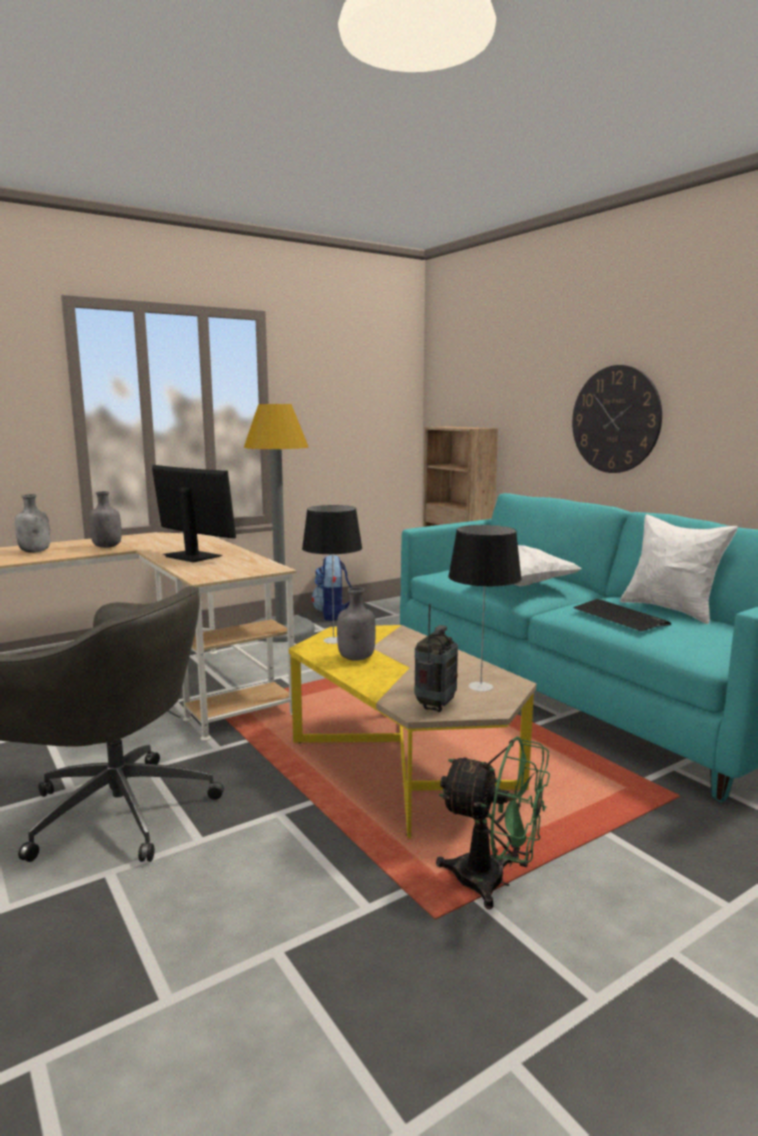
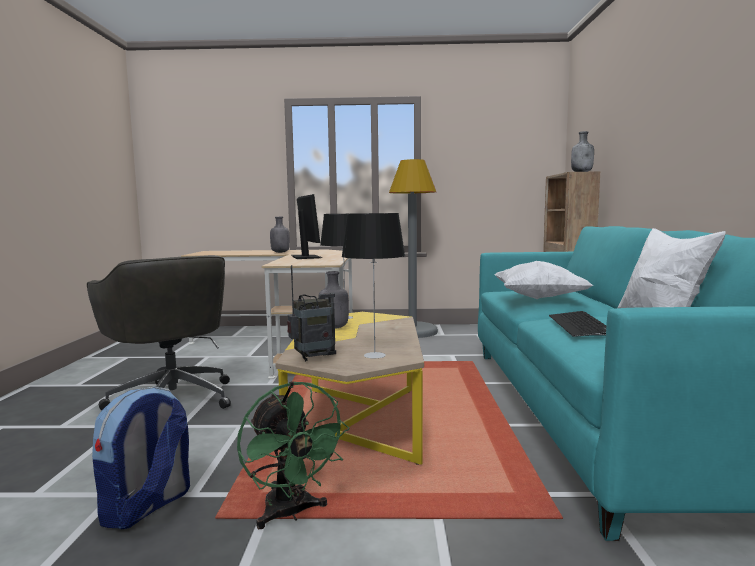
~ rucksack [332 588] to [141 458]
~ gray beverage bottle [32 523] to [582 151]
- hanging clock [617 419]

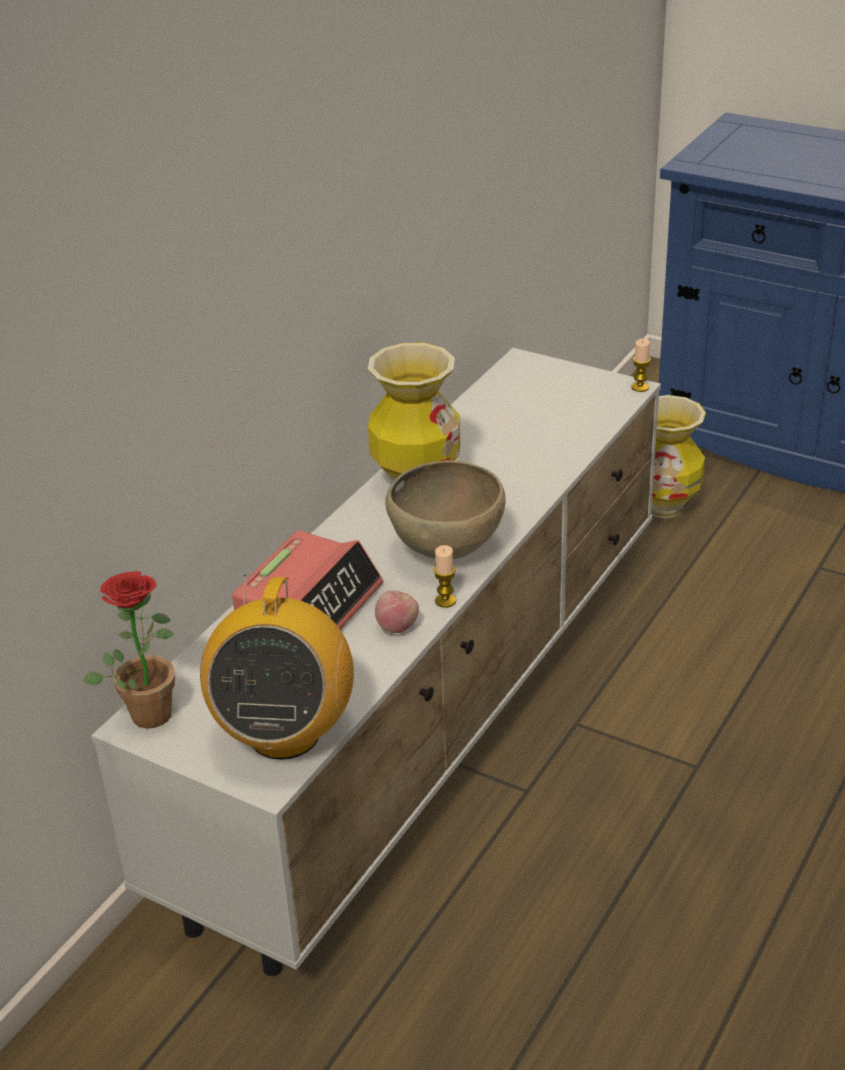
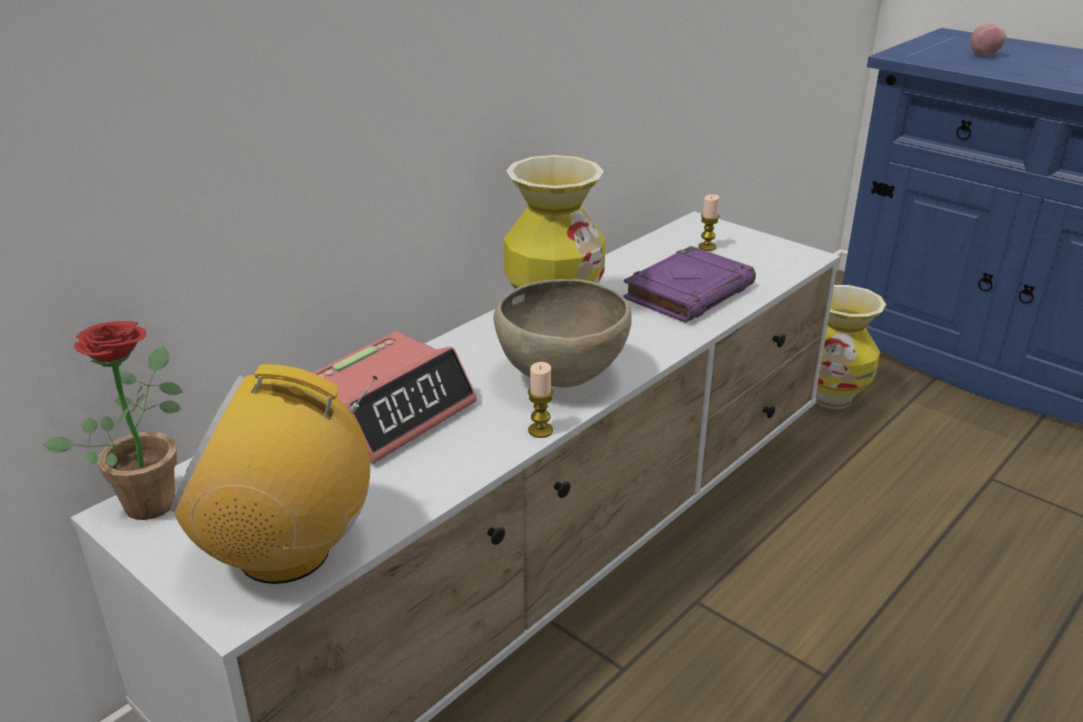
~ radio receiver [277 667] = [274 474] 75 degrees clockwise
+ purplish bound book [689 284]
~ wax candle [641 365] to [708 222]
~ apple fruit [397 611] to [988 39]

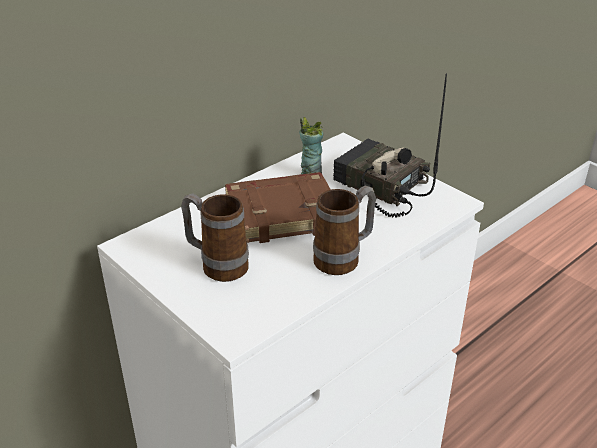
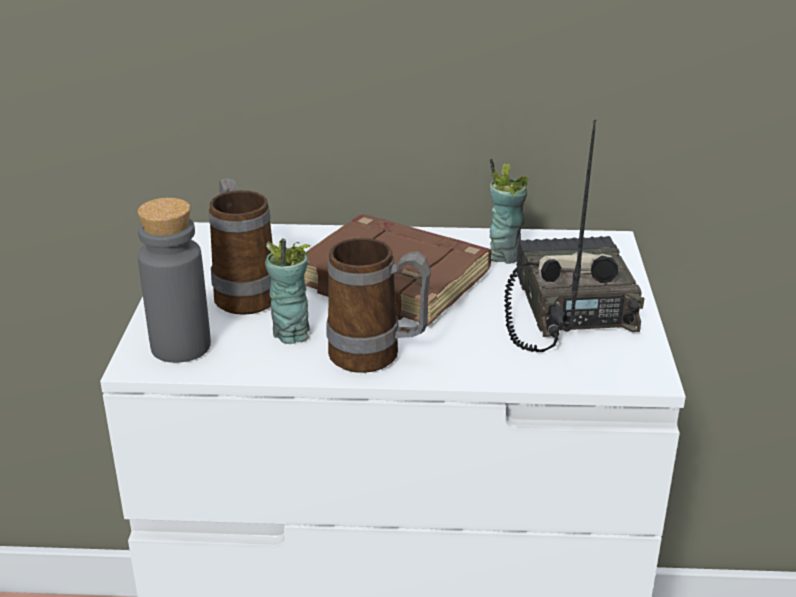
+ gray beverage bottle [174 280]
+ cup [287 291]

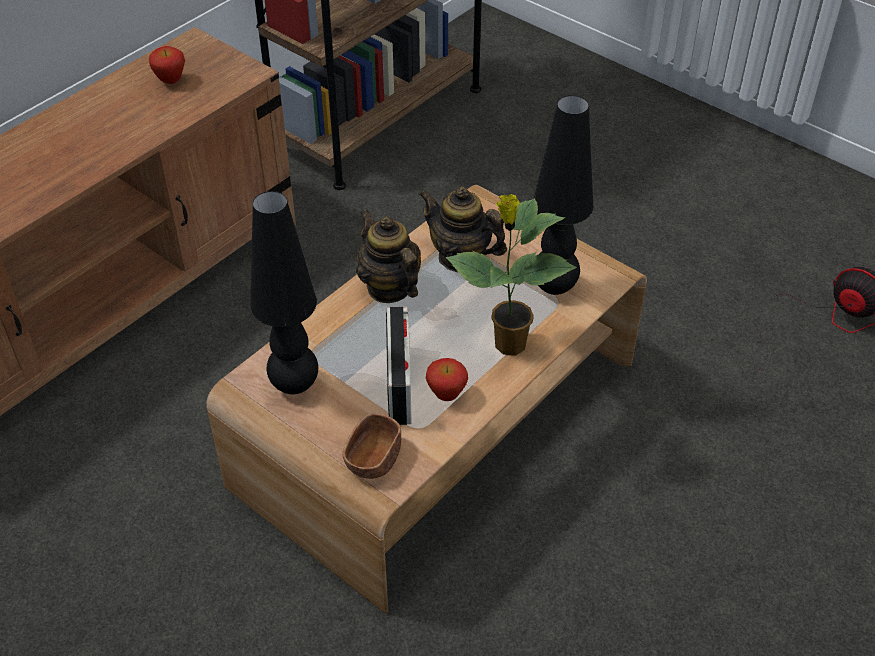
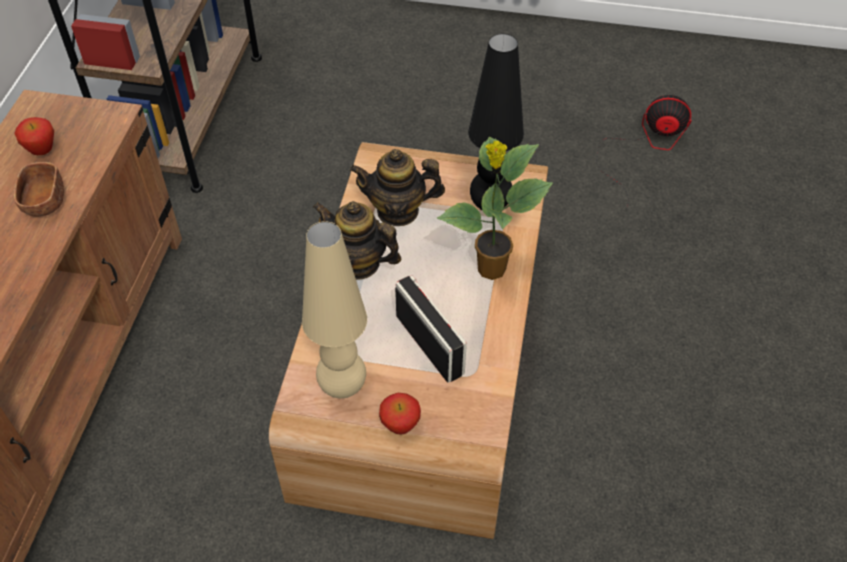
~ brown deep dish [372 446] to [39 189]
~ blackish lamp for a table [284 292] to sand-coloured lamp for a table [334 309]
~ apple fruit [447 379] to [400 414]

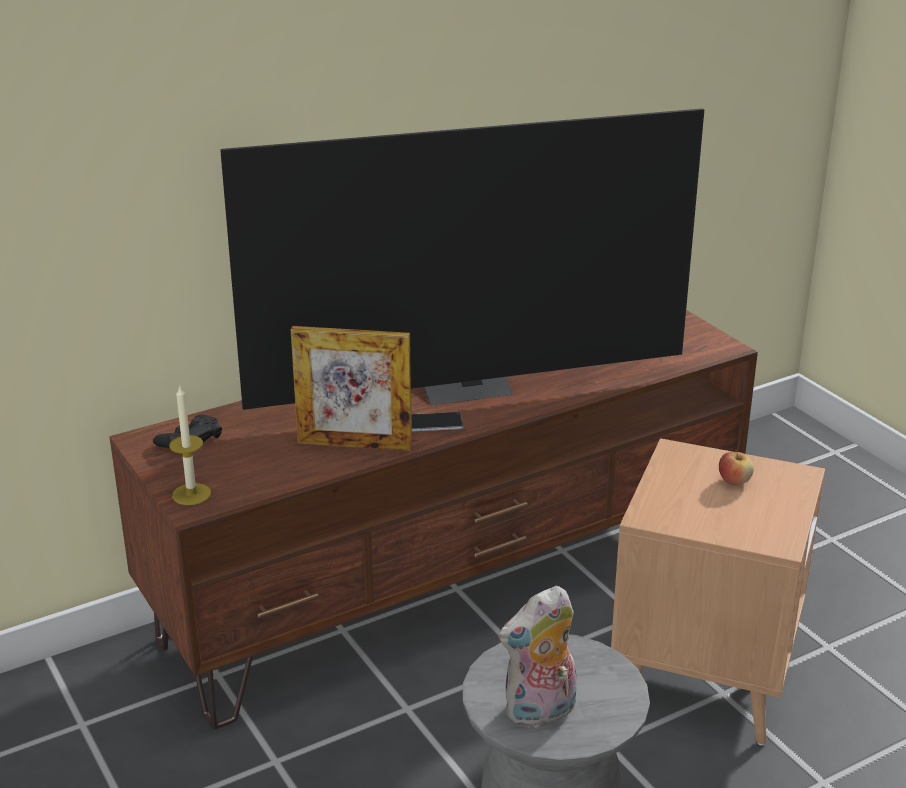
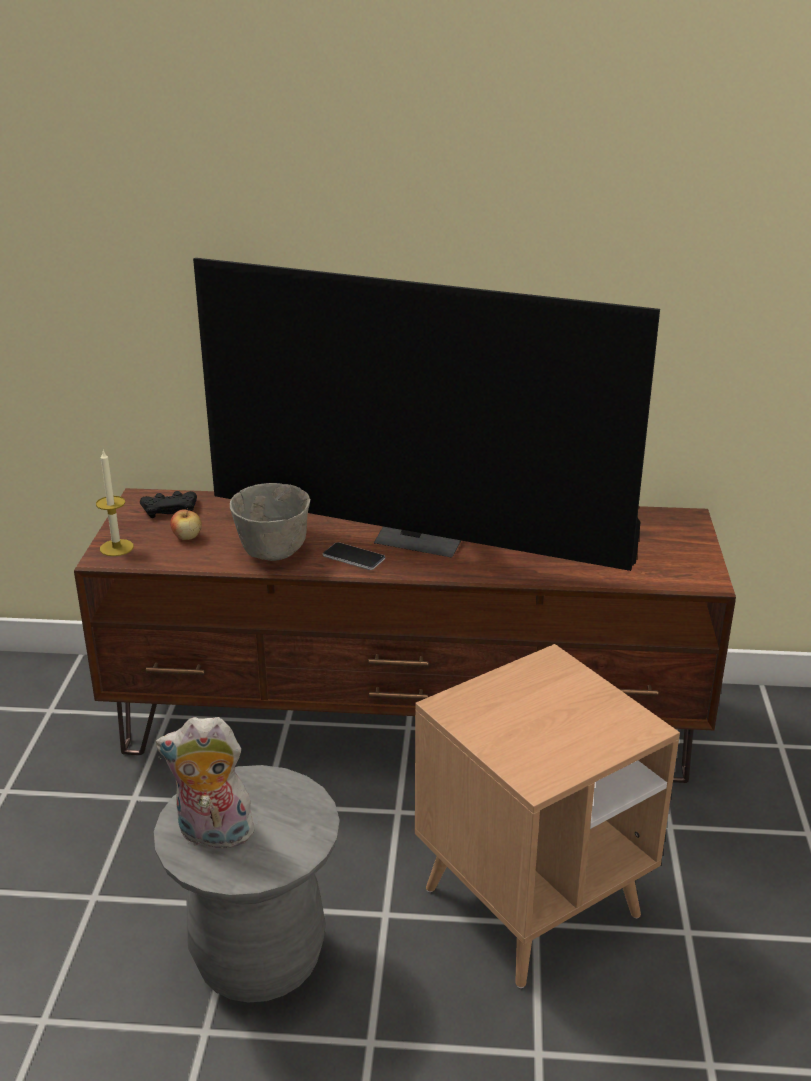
~ apple fruit [736 468] to [186 524]
~ picture frame [351 388] to gray deep dish [270 522]

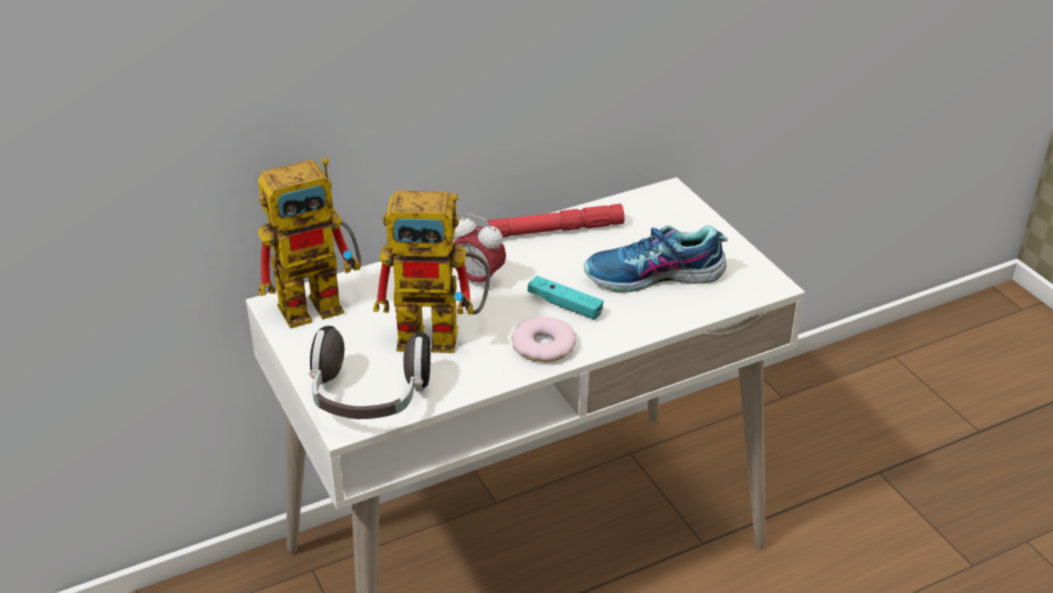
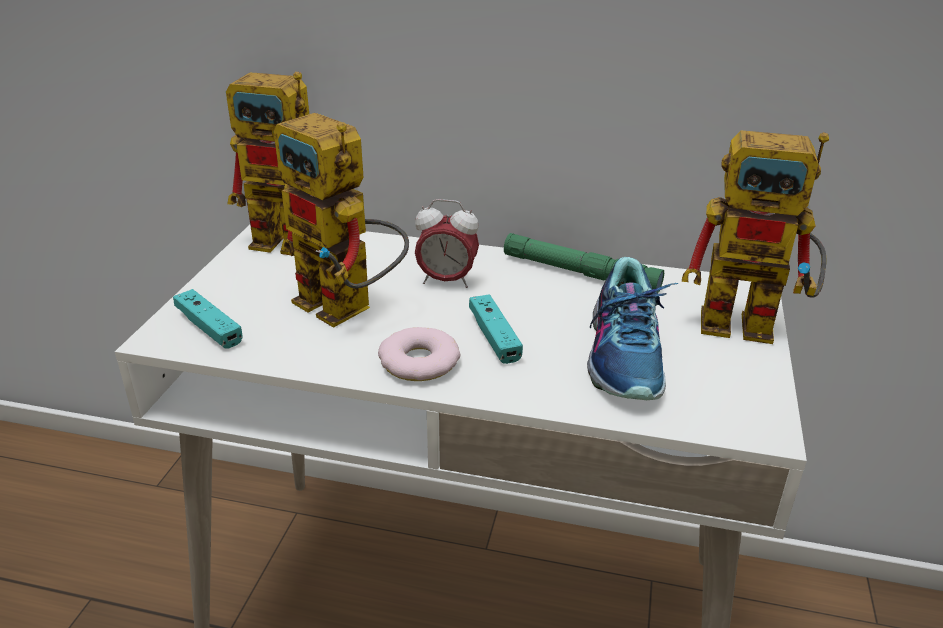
~ pair of headphones [370 372] to turquoise-coloured joypad [208 319]
~ alarm clock [479 252] = [447 243] 60 degrees counterclockwise
~ red hand torch [556 221] to green-coloured hand torch [584 263]
~ low shoe [656 259] = [633 328] 120 degrees counterclockwise
+ model robot [755 237]

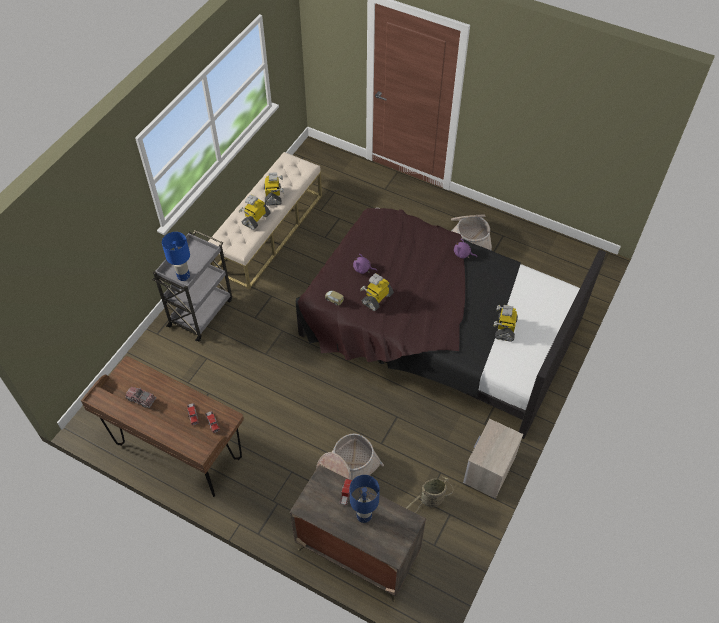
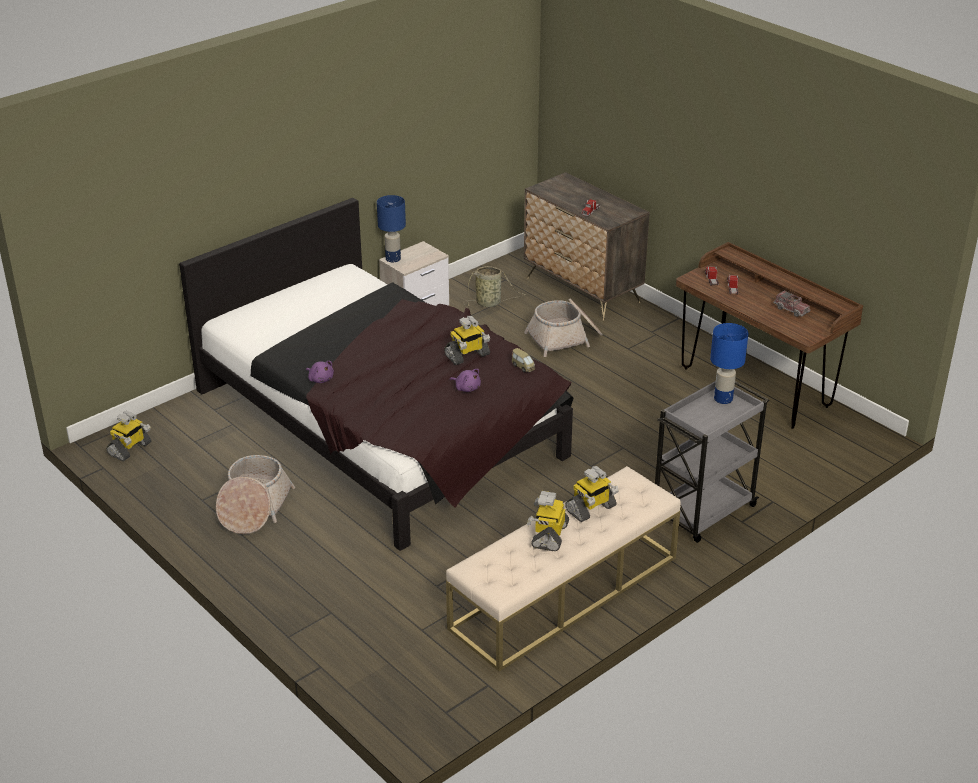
~ model robot [506 323] to [129 436]
~ blue-coloured lamp for a table [364 499] to [391 228]

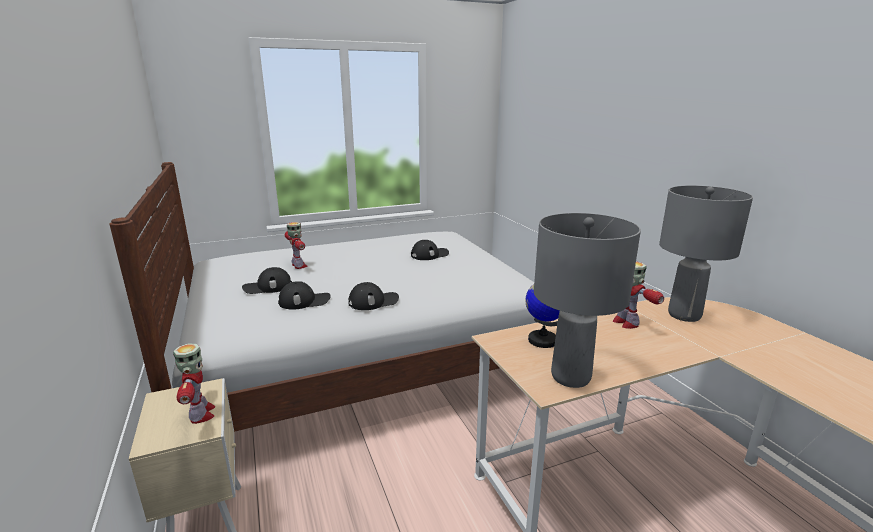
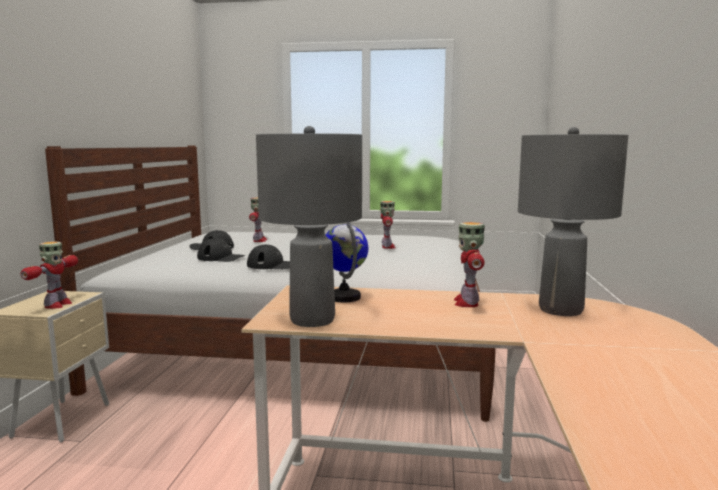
~ blackish baseball cap [430 250] to model robot [388 225]

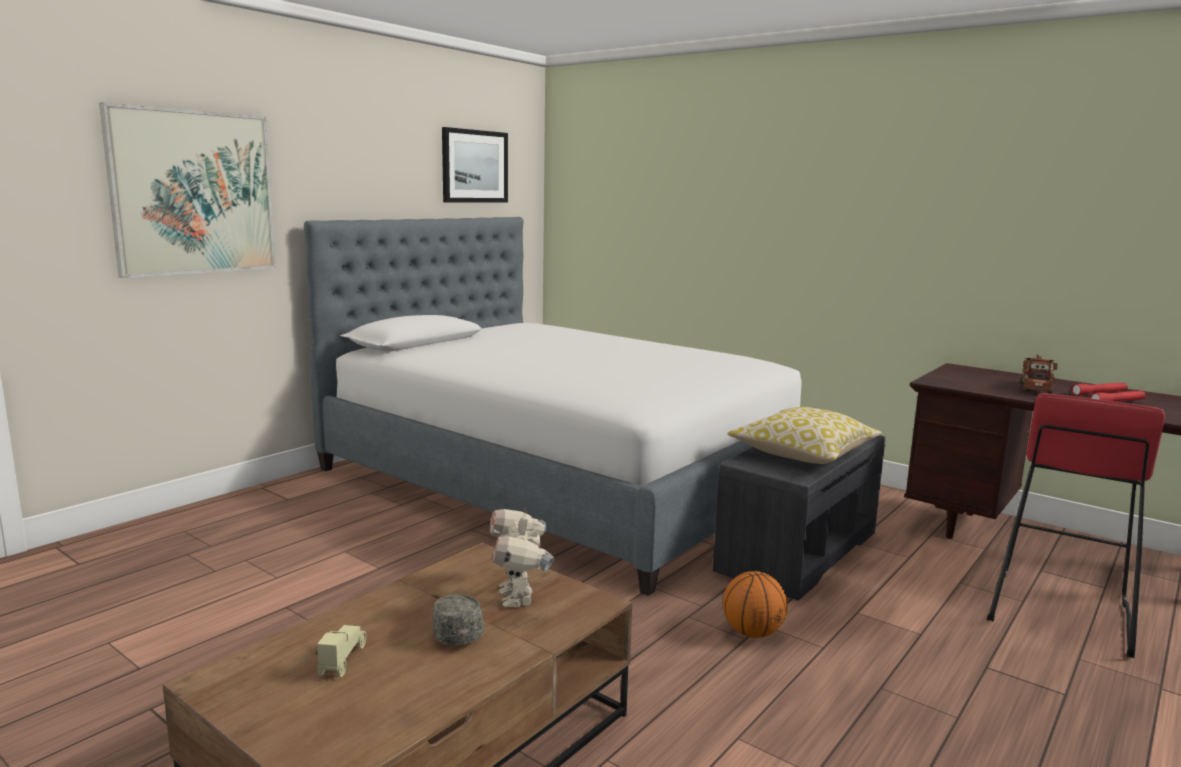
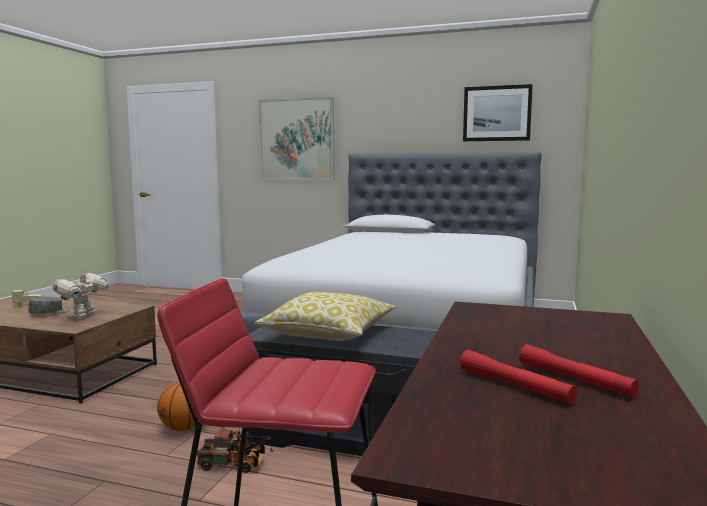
~ model robot [522 557] = [81 294] 45 degrees counterclockwise
~ toy truck [1038 374] to [235 450]

